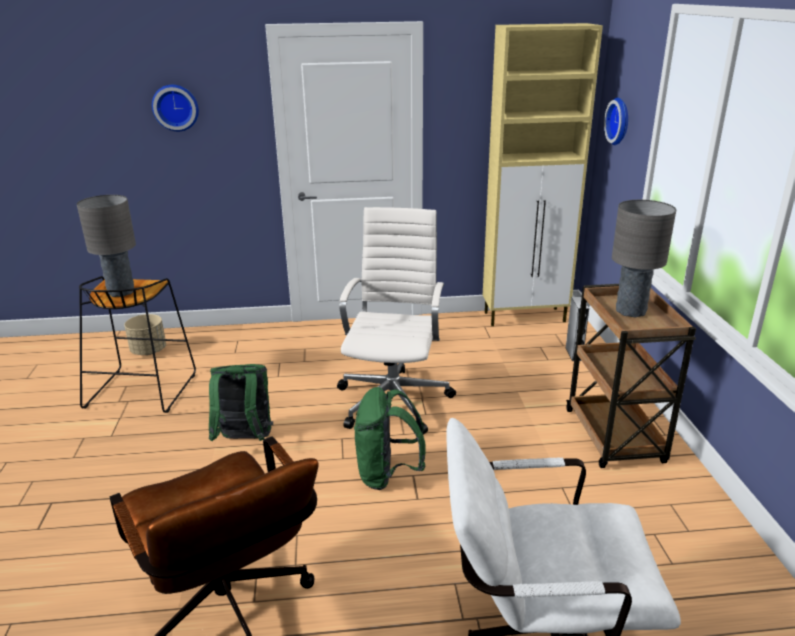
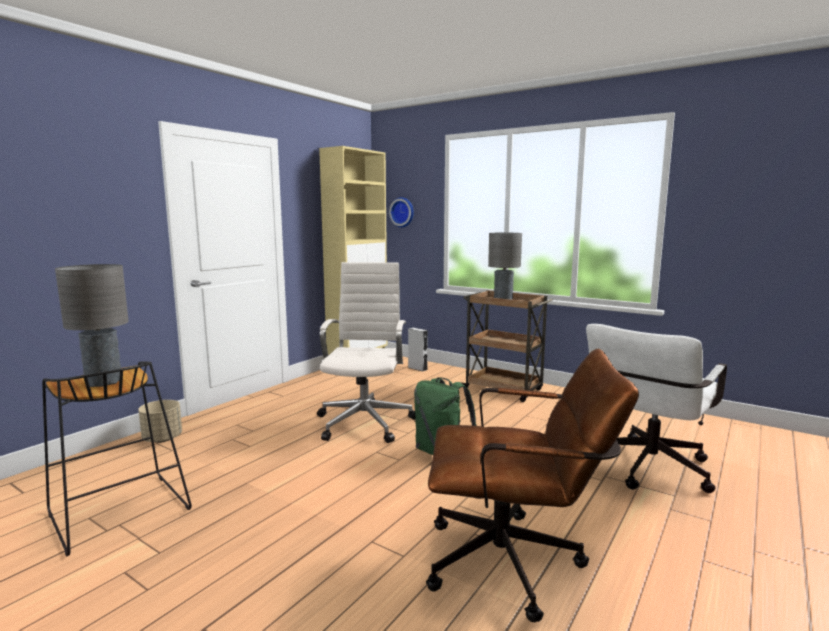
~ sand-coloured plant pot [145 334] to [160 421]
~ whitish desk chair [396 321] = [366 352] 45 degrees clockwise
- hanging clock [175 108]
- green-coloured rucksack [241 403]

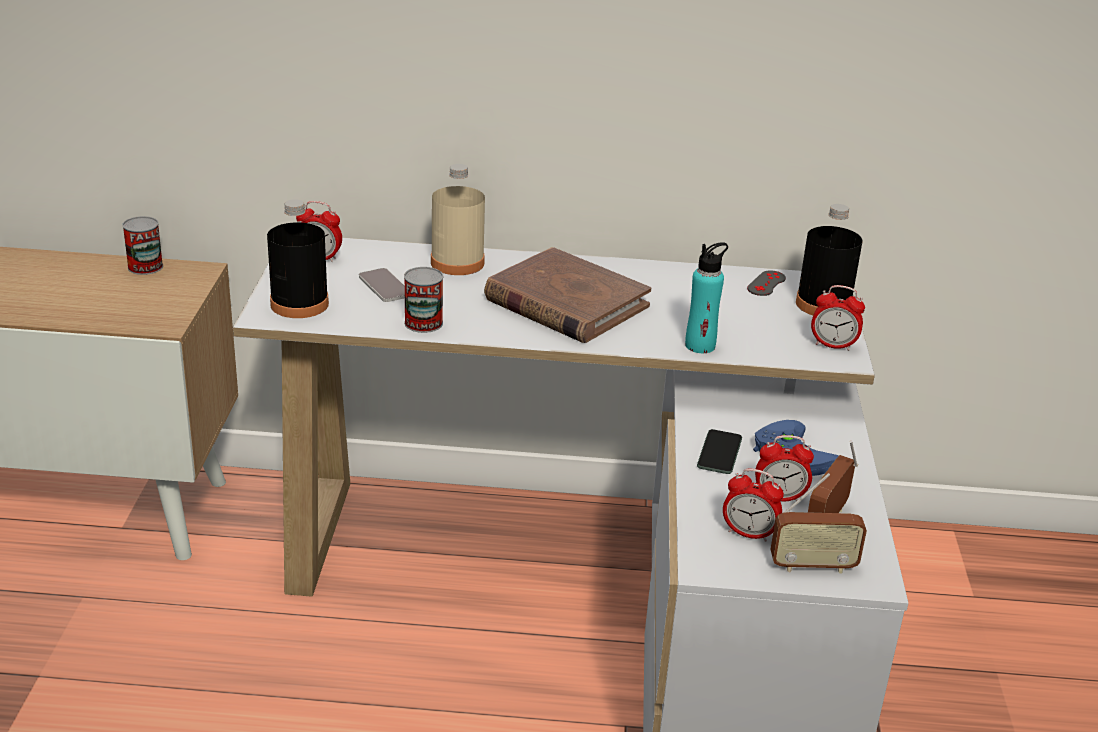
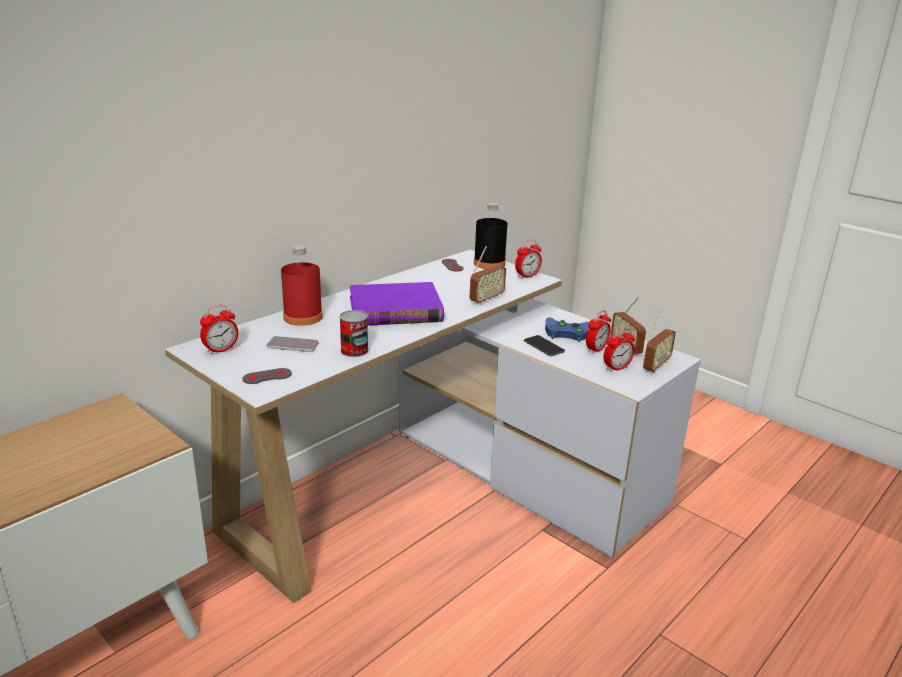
~ blackish beverage bottle [298 258] to gray joypad [267 376]
~ sand-coloured beverage bottle [458 219] to red beverage bottle [302 285]
~ brown bound book [568 295] to purplish bound book [397 304]
~ turquoise-coloured beverage bottle [706 297] to radio receiver [488 275]
- can [142 245]

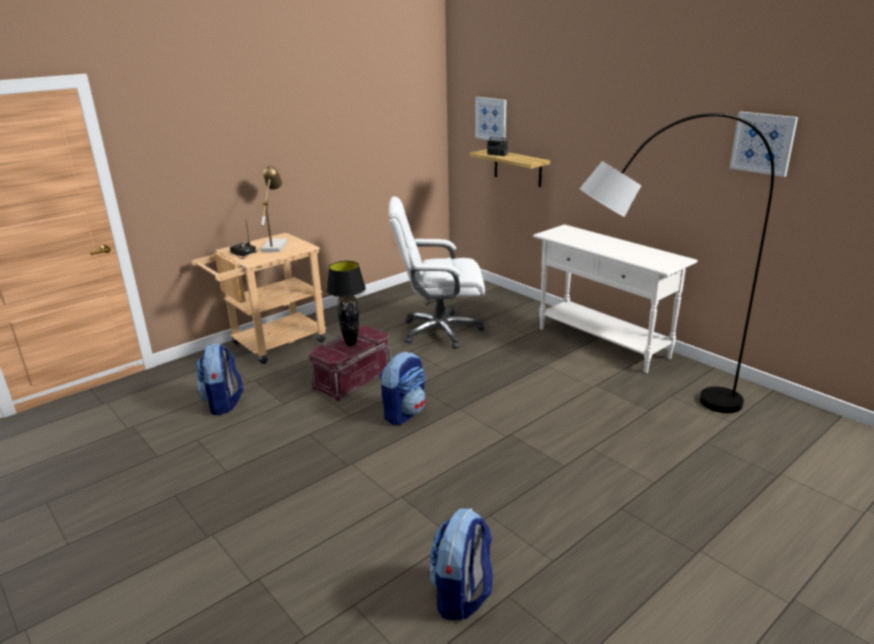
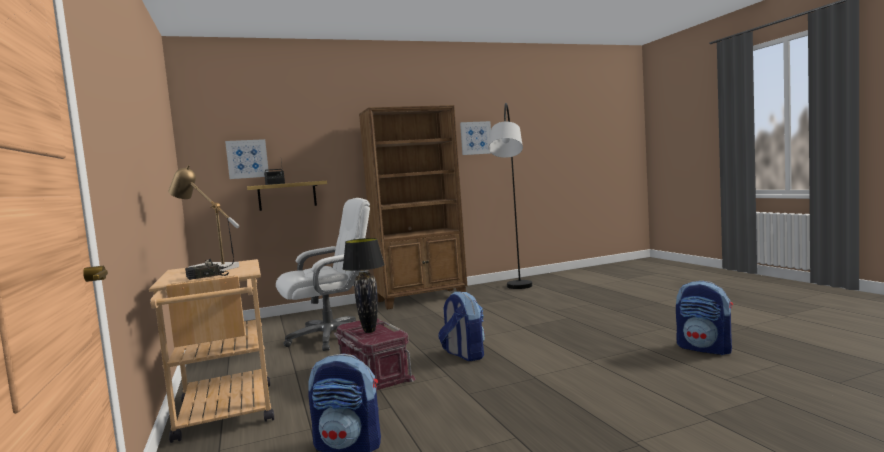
~ whitish desk chair [437 272] = [323 274] 135 degrees counterclockwise
~ whitish console table [615 298] to brown shelving unit [413 207]

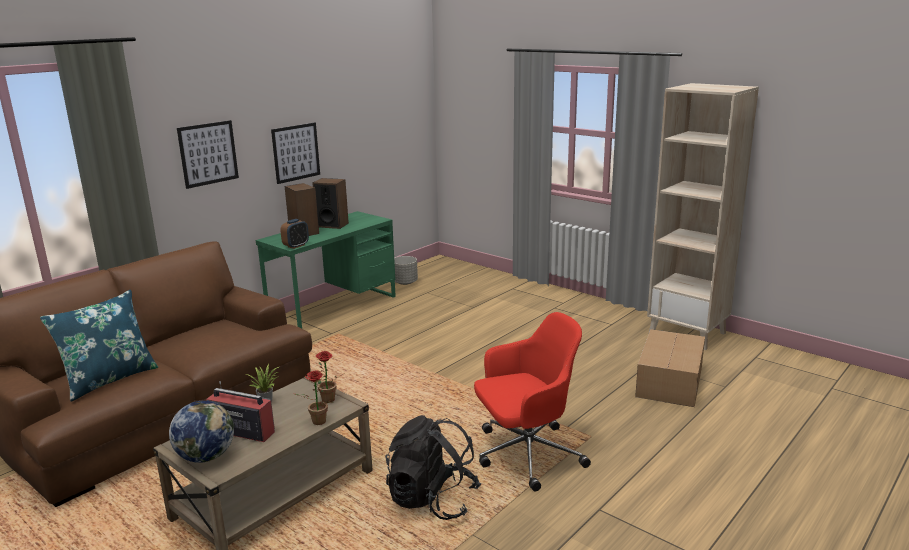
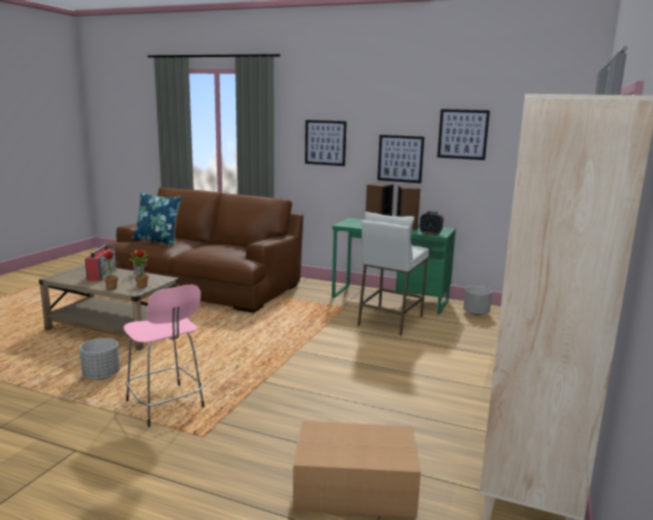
~ blackish rucksack [433 467] to gray plant pot [100 359]
~ red desk chair [532 402] to pink-coloured stool [164 356]
+ whitish stool [393 273]
~ alarm clock [295 234] to [431 223]
+ picture [463 134]
- globe [201 432]

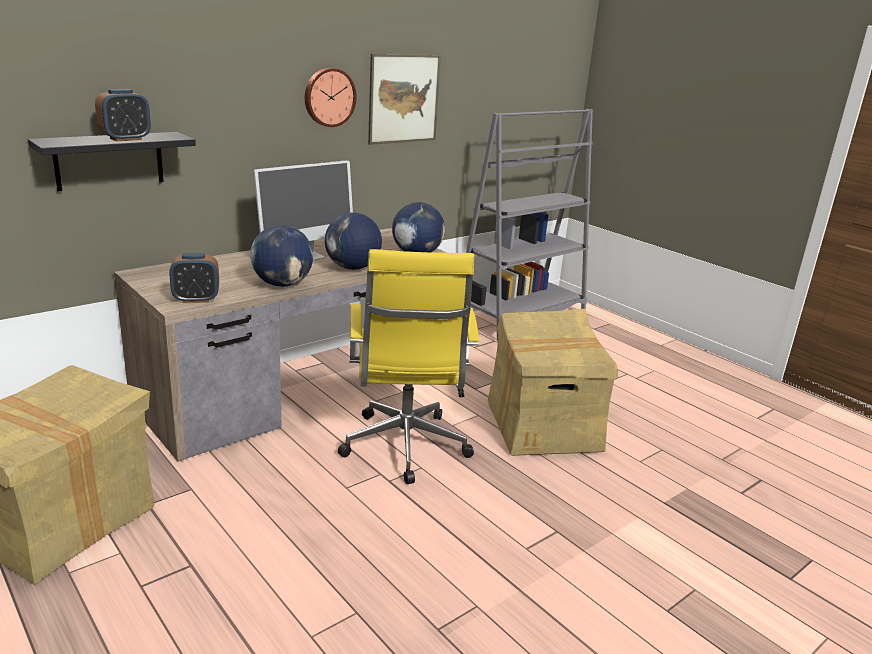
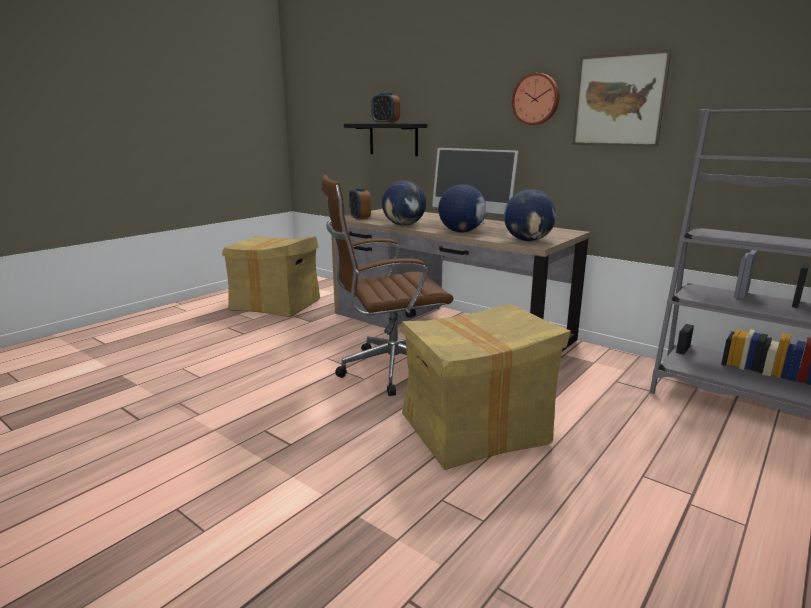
~ yellowish desk chair [408 366] to brown desk chair [388 285]

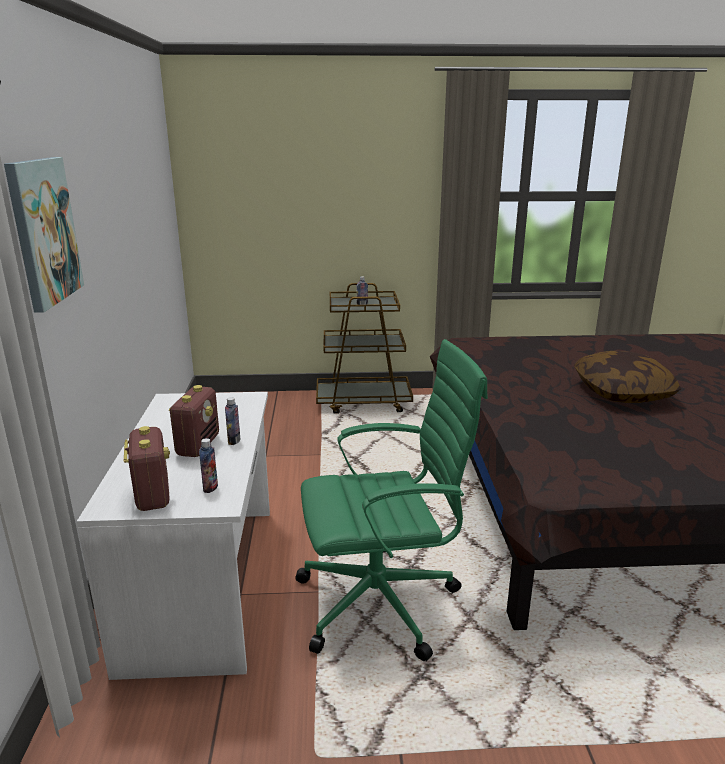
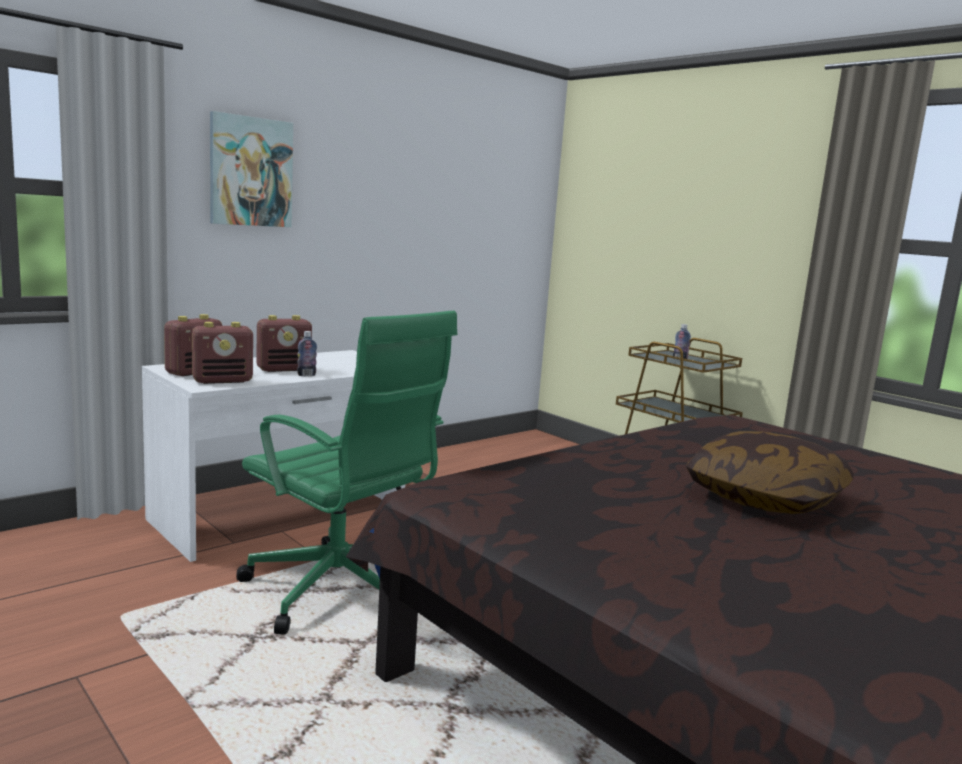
~ beverage bottle [208 465] to radio receiver [222 353]

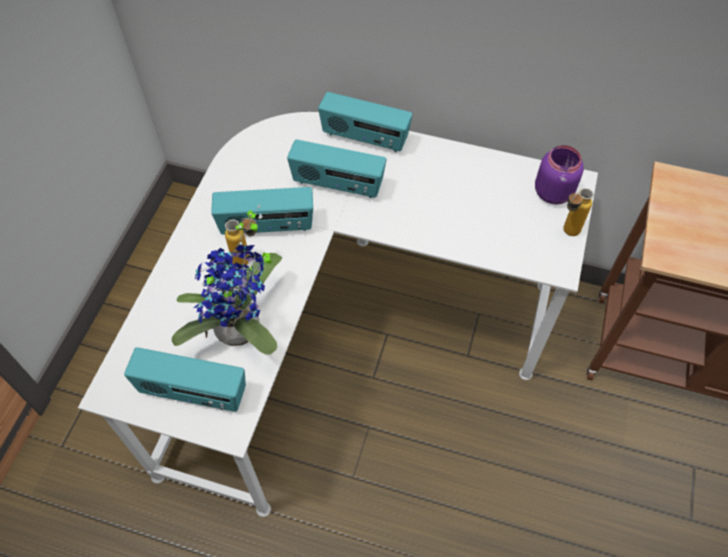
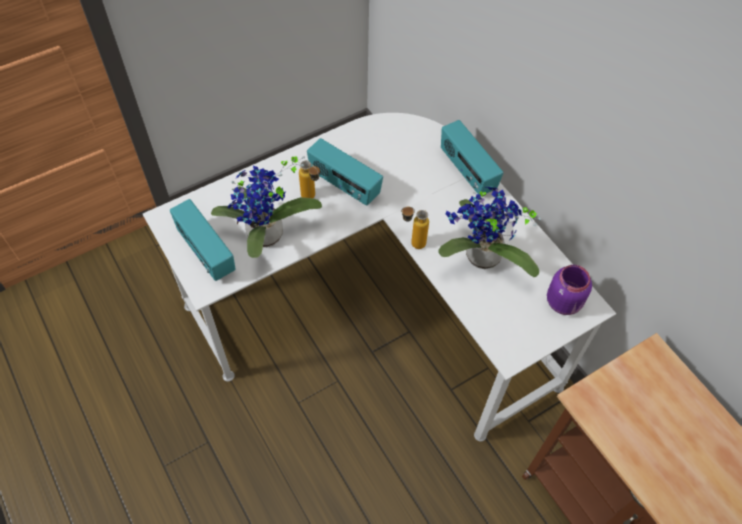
~ beverage bottle [578 212] to [415 228]
+ potted plant [489 231]
- radio receiver [337 168]

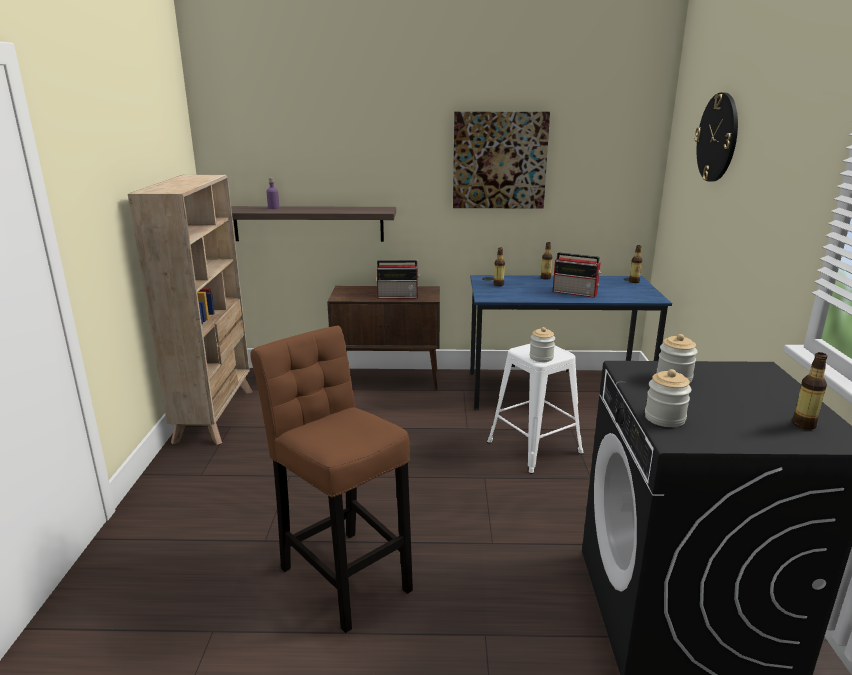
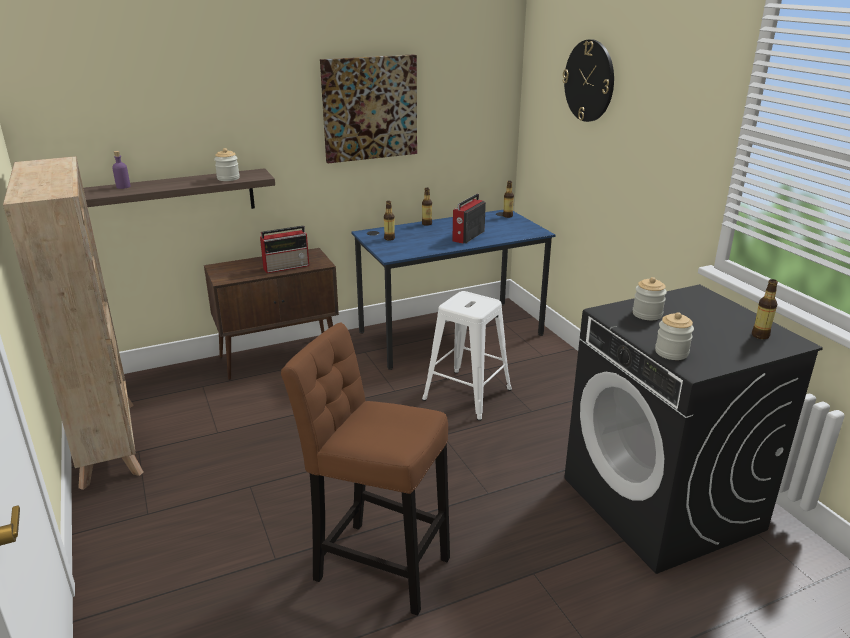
~ storage jar [542 344] to [227 164]
~ radio receiver [577 275] = [469 218] 120 degrees clockwise

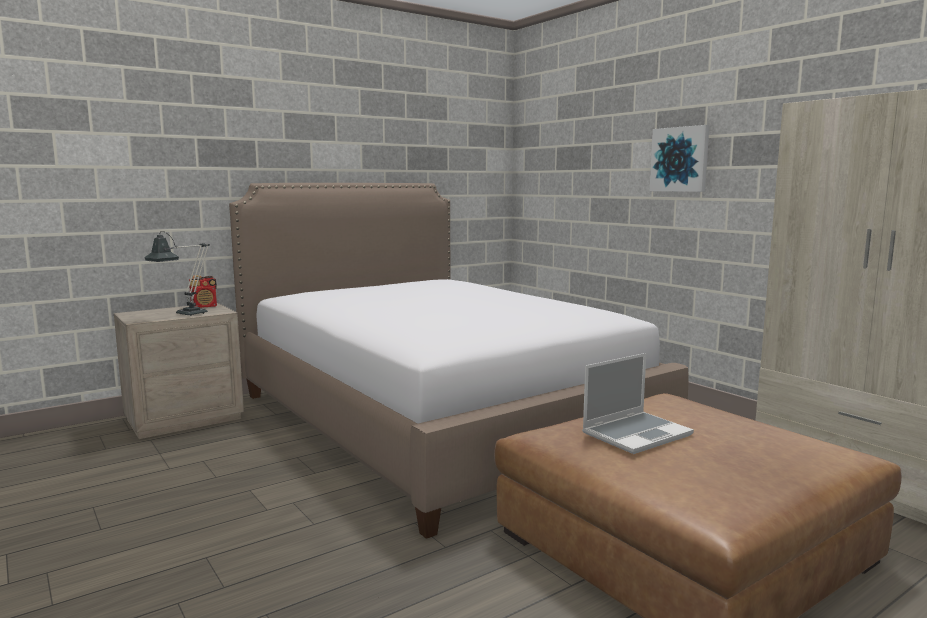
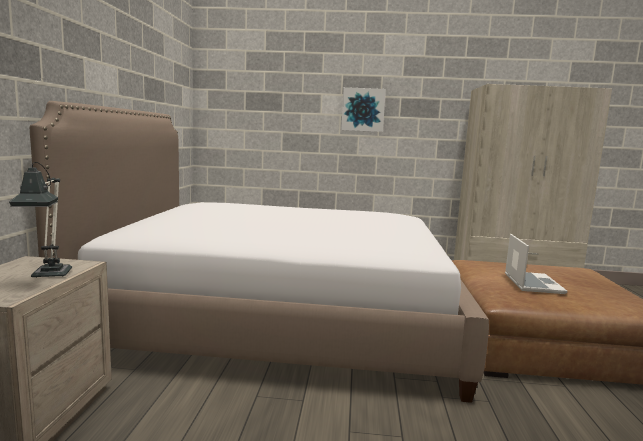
- radio receiver [203 291]

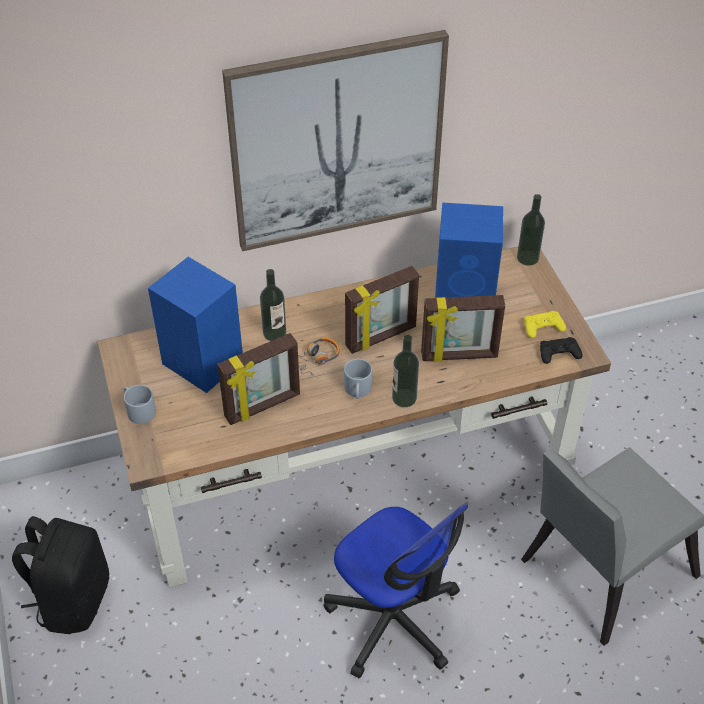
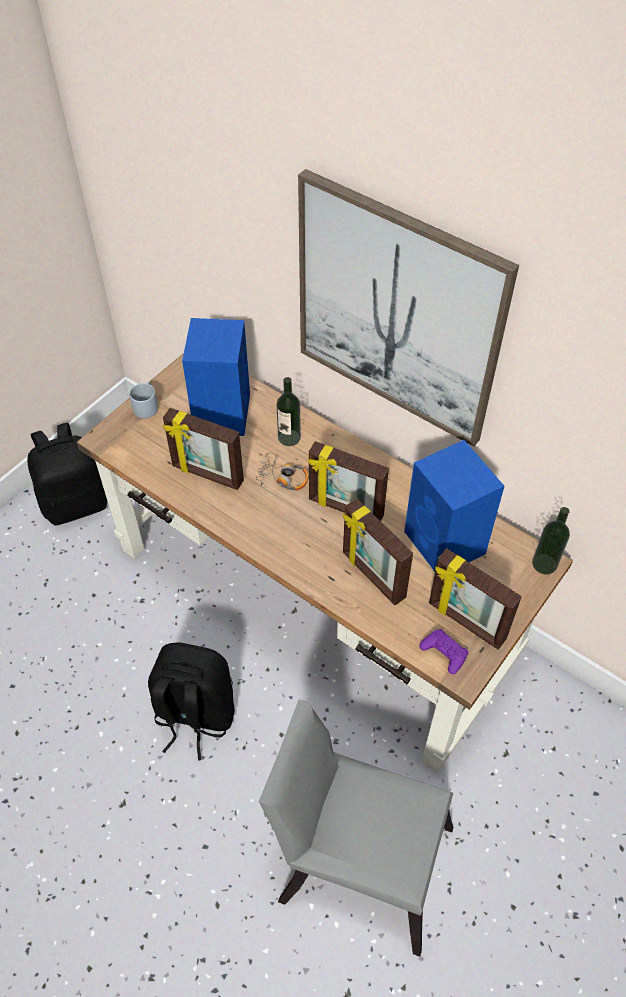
~ desk chair [396 591] to blackish rucksack [191 701]
~ blackish joypad [561 350] to purplish joypad [444 651]
~ yellowish joypad [545 324] to picture frame [475 599]
- gray mug [358 379]
- beverage bottle [405 370]

